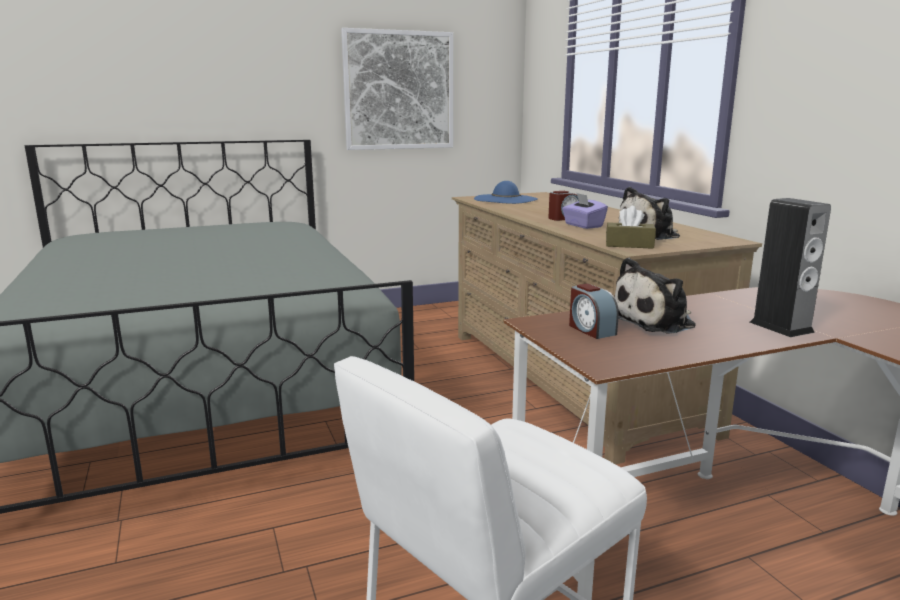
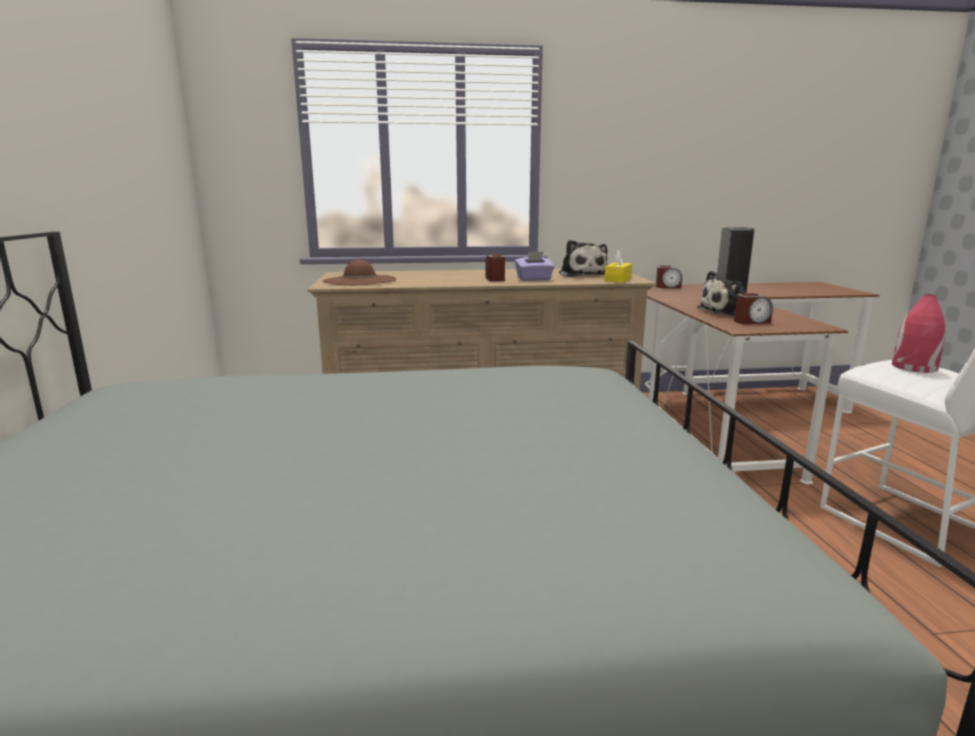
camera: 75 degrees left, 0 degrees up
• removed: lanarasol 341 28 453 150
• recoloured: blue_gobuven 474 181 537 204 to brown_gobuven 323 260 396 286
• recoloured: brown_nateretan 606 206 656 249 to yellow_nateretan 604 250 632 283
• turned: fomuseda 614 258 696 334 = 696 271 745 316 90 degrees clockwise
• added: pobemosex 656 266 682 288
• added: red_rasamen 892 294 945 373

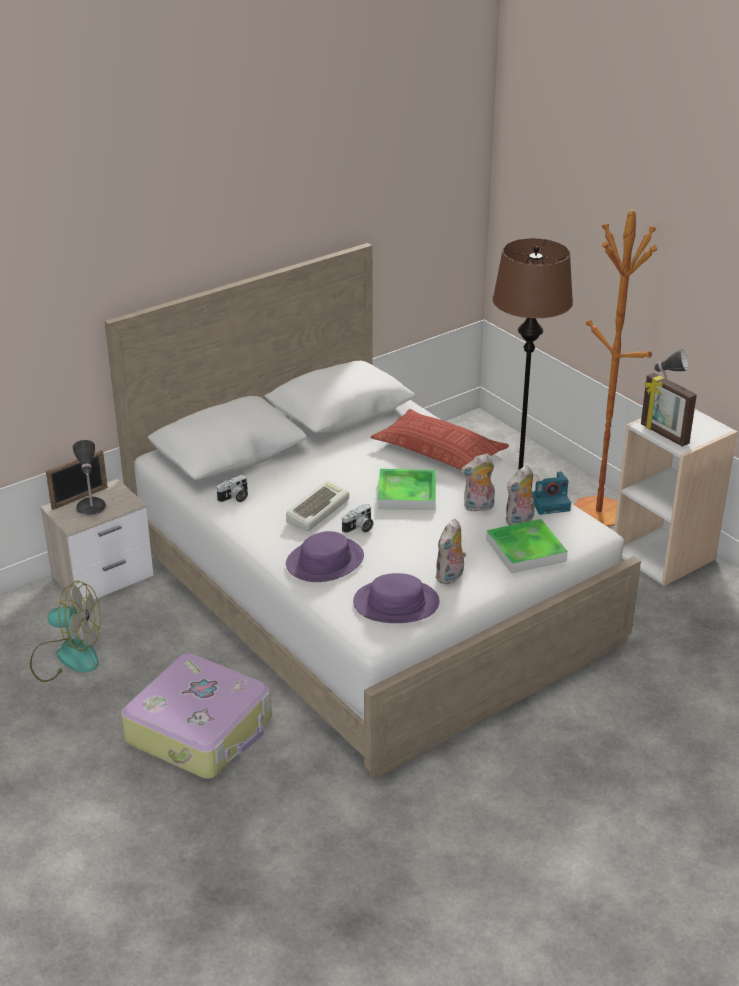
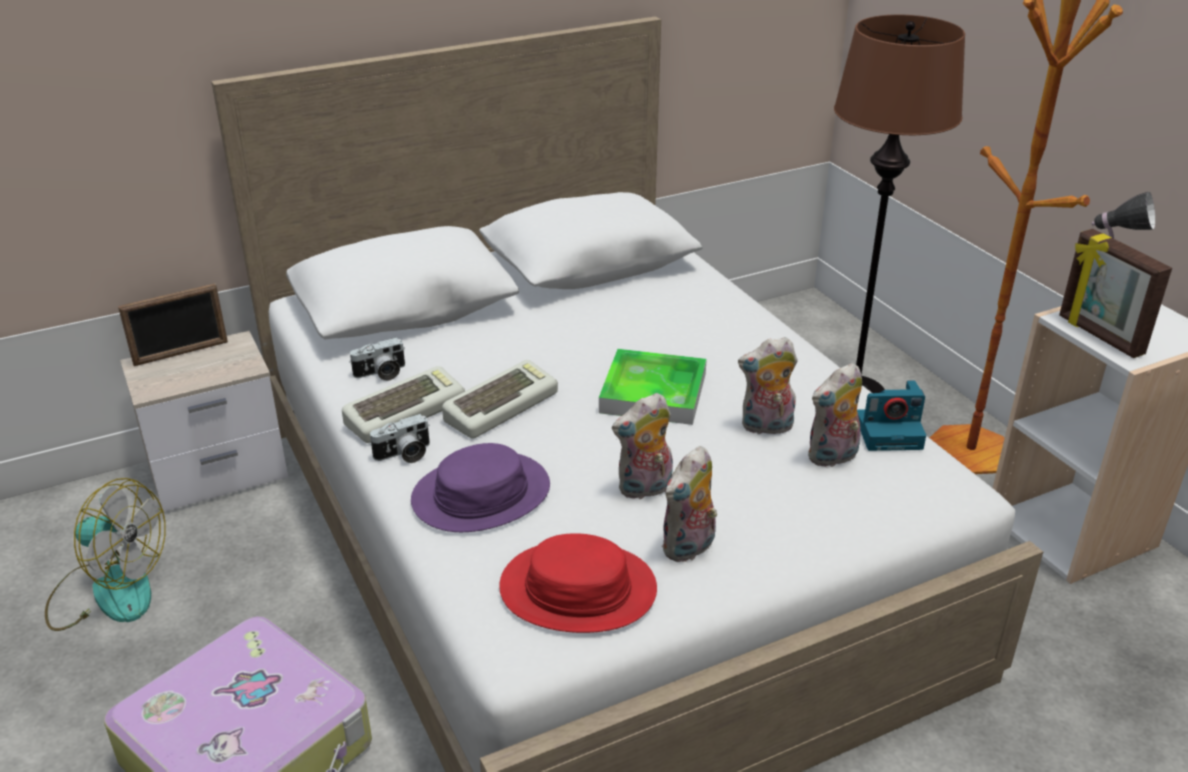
camera: 10 degrees right, 0 degrees up
• removed: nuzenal 73 440 107 517
• moved: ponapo 342 504 374 533 to 369 414 430 463
• recoloured: purple_gobuven 353 573 440 623 to red_gobuven 499 533 657 633
• removed: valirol 371 409 509 470
• removed: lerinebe 486 519 568 573
• added: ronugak 342 366 465 443
• added: fomuseda 612 393 673 499

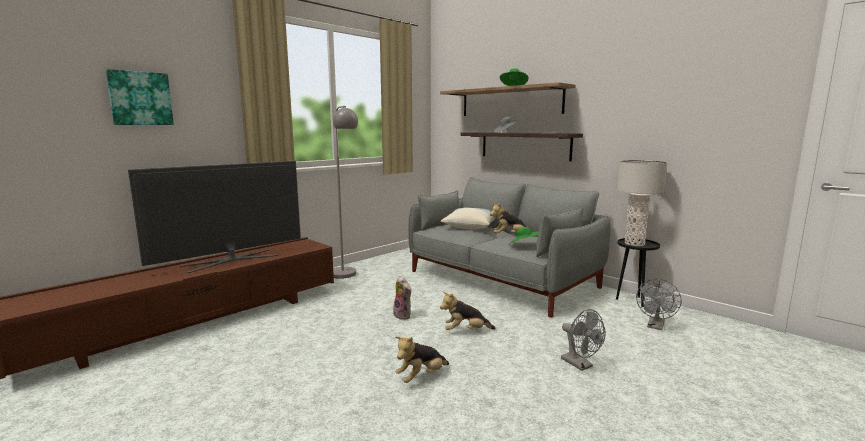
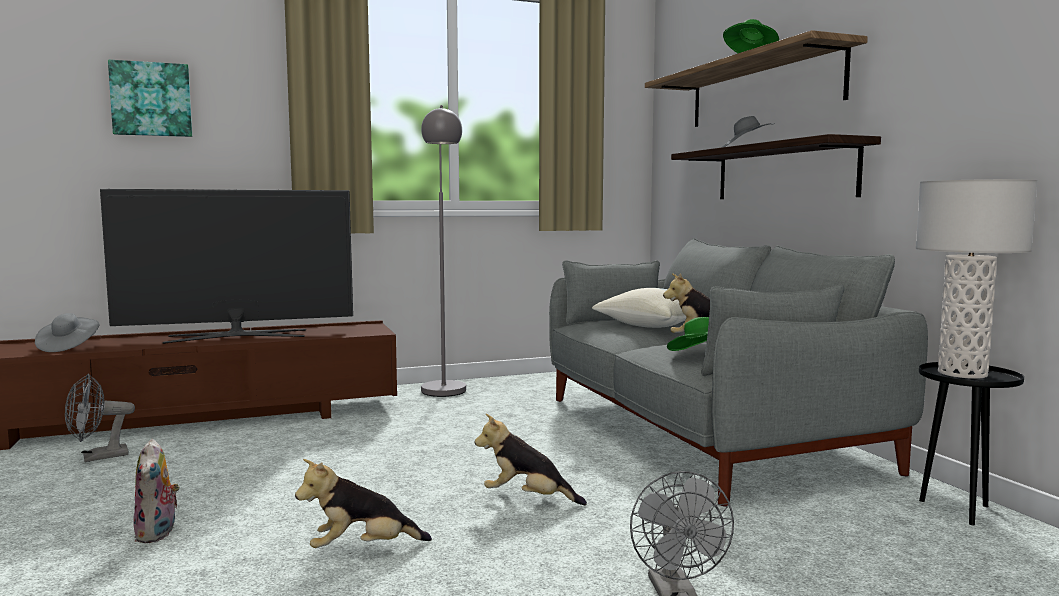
camera: 25 degrees right, 5 degrees down
• moved: fomuseda 393 276 411 320 to 133 439 180 543
• moved: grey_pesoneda 636 279 681 330 to 65 374 135 462
• added: grey_gobuven 35 313 100 352

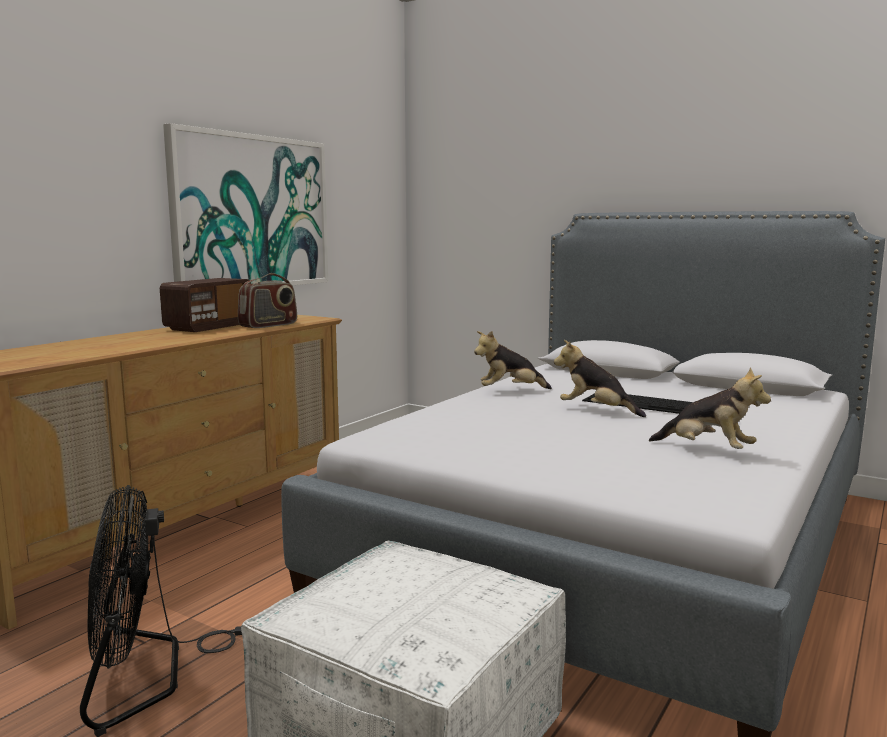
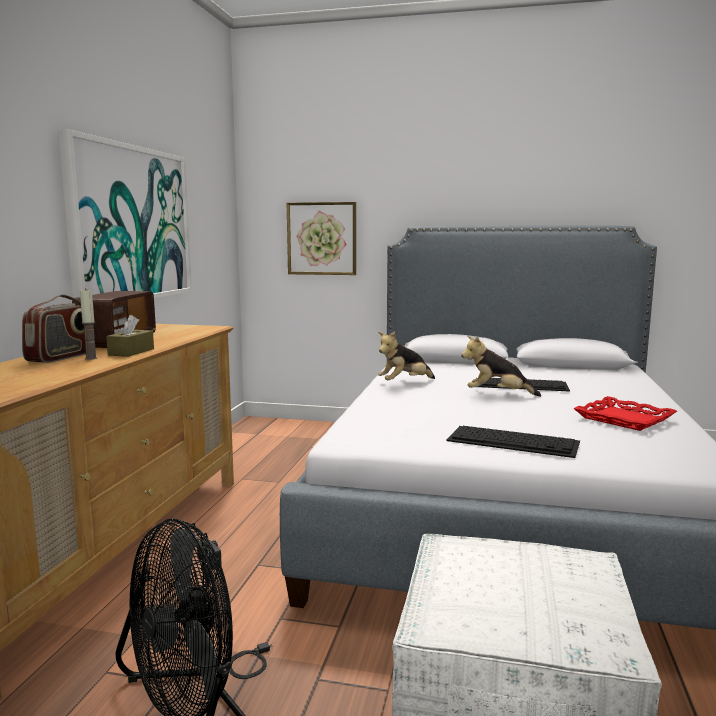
camera: 20 degrees left, 0 degrees up
• moved: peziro 238 273 297 328 to 22 294 86 363
• replaced: fomuseda 649 367 771 449 to red_lerinebe 573 396 677 431
• added: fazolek 80 288 98 360
• added: brown_nateretan 106 315 154 357
• added: lanarasol 287 202 356 275
• added: ronugak 446 426 580 458

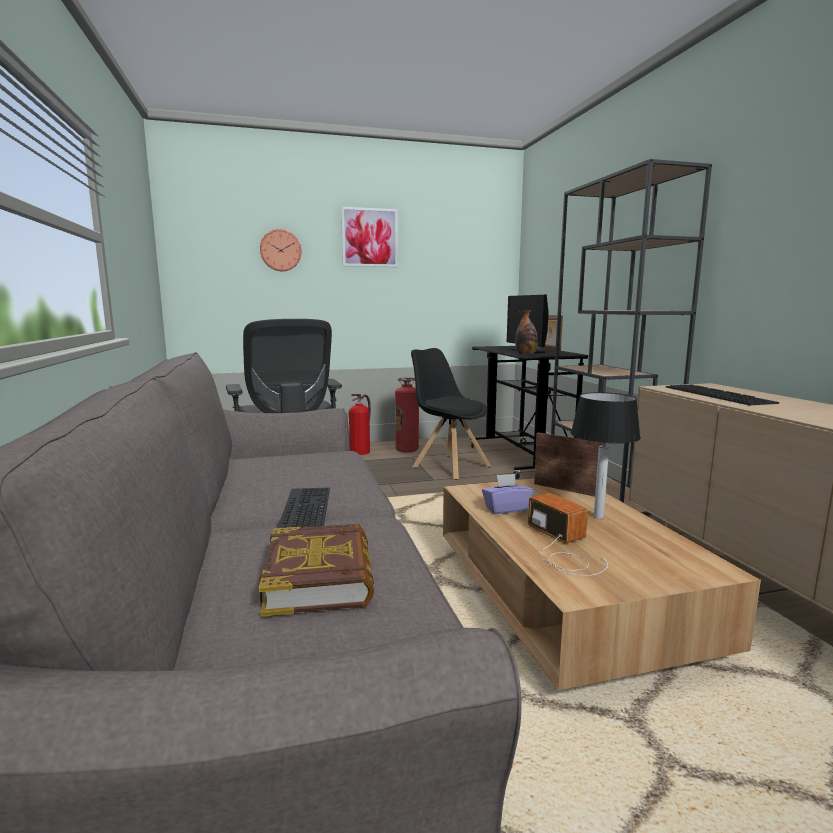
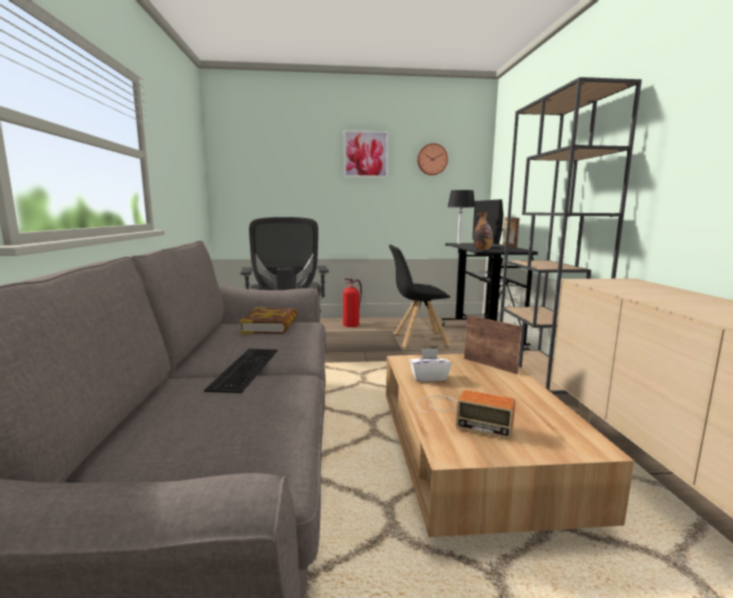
camera: 10 degrees right, 0 degrees up
• moved: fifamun 259 524 374 616 to 239 307 298 334
• moved: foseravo 260 229 301 271 to 417 143 448 175
• removed: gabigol 395 378 419 453
• turned: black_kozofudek 411 348 492 479 = 389 245 451 348 60 degrees counterclockwise
• recoloured: purple_nateretan 482 474 534 514 to white_nateretan 409 348 451 381
• turned: peziro 528 493 608 576 = 417 390 515 439 135 degrees clockwise
• moved: nuzenal 571 392 641 519 to 448 190 475 244
• removed: ronugak 666 384 779 405

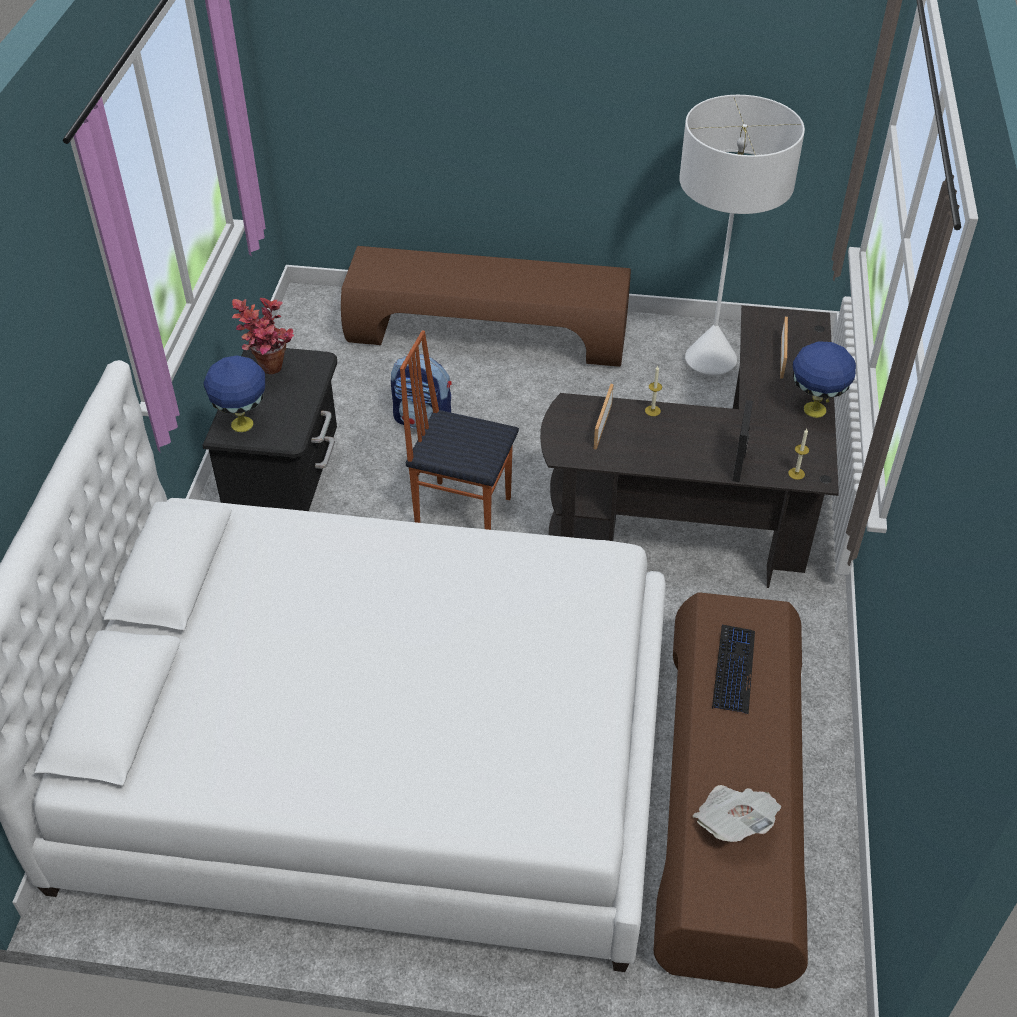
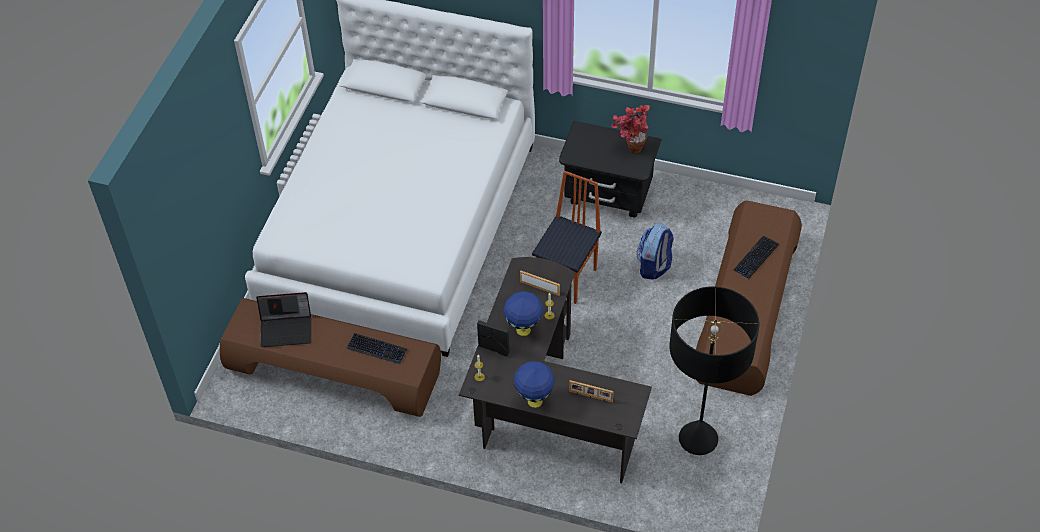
camera: 100 degrees right, 5 degrees up
• moved: blue_nuzenal 204 356 265 432 to 504 291 543 336
• recoloured: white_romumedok 679 95 805 377 to black_romumedok 669 286 759 455
• replaced: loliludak 693 785 781 842 to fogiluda 256 292 311 347
• added: ronugak 734 236 779 278

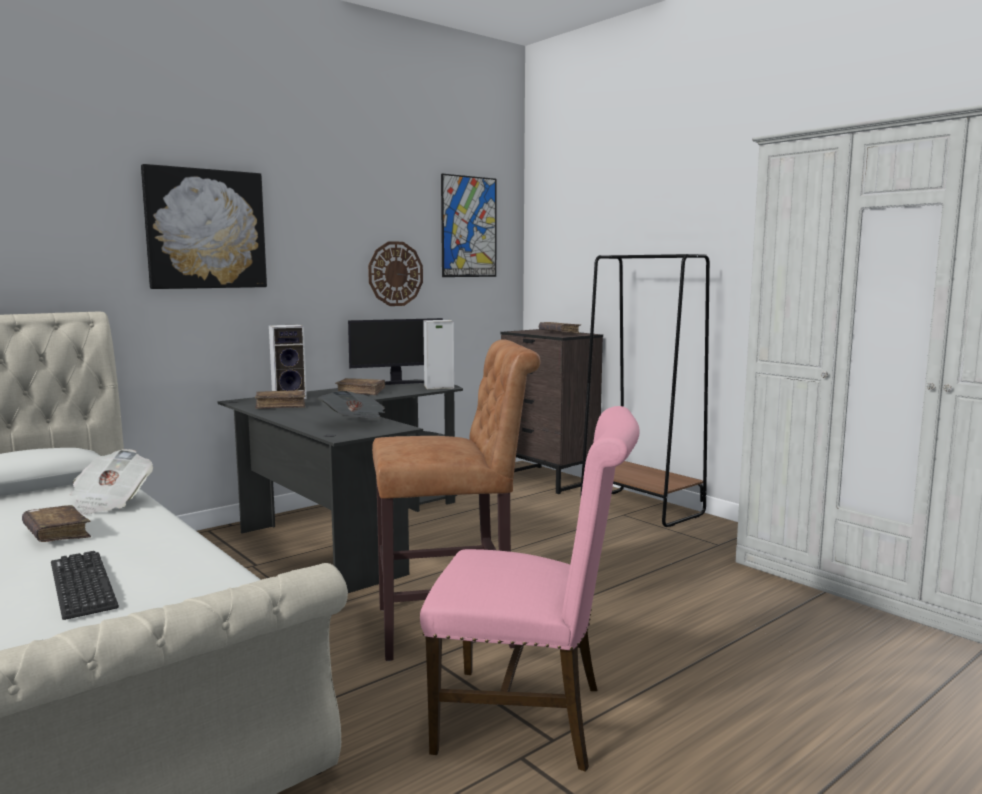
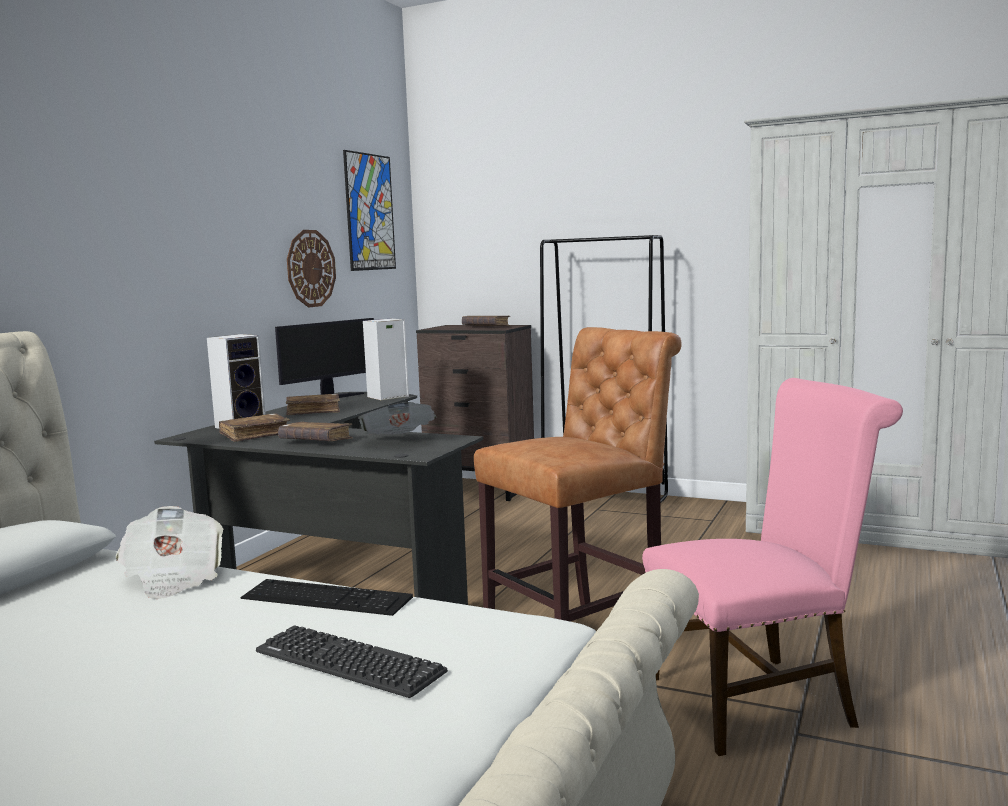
camera: 25 degrees left, 0 degrees up
• moved: brown_fifamun 22 505 91 542 to 278 422 353 441
• removed: lanarasol 141 164 267 289
• added: ronugak 240 579 413 616

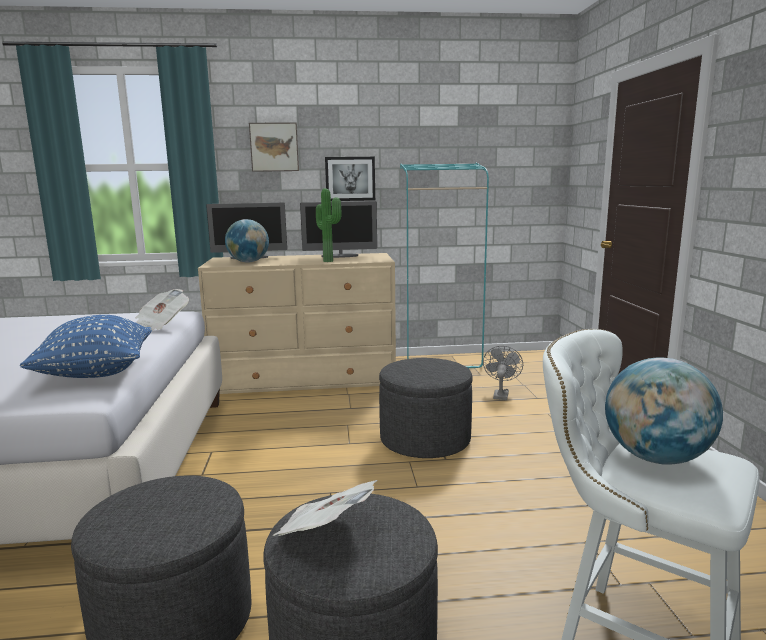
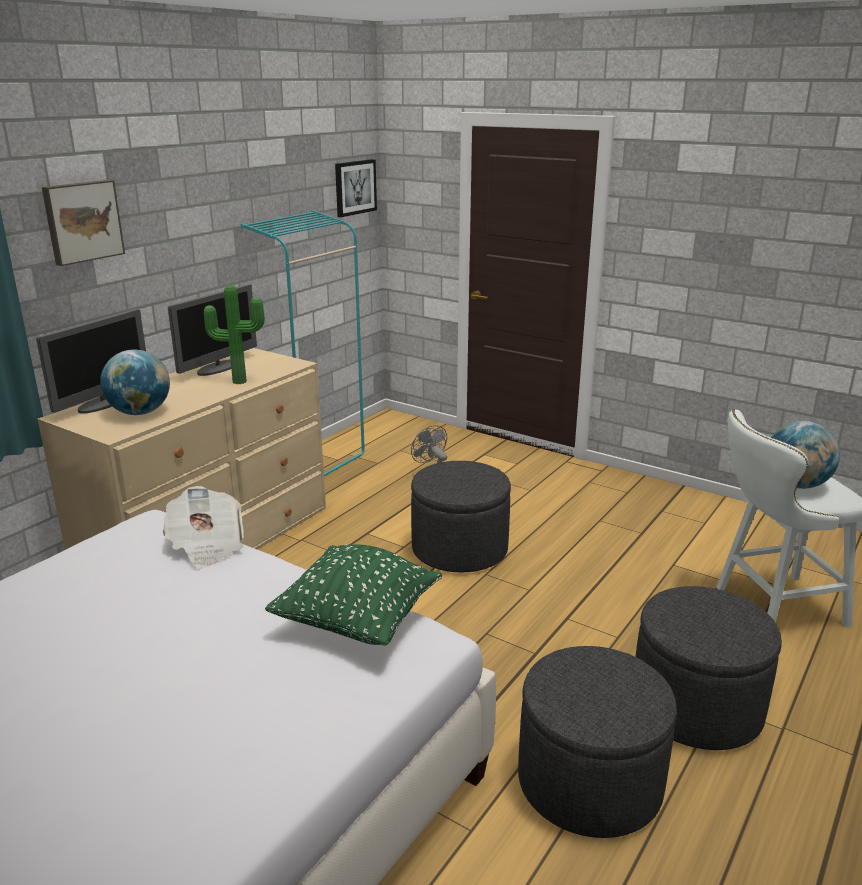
camera: 50 degrees left, 10 degrees up
• recoloured: blue_valirol 20 315 152 378 to green_valirol 265 544 442 646
• removed: loliludak 273 480 378 536
• moved: lanarasol 325 157 375 201 to 335 159 377 217

